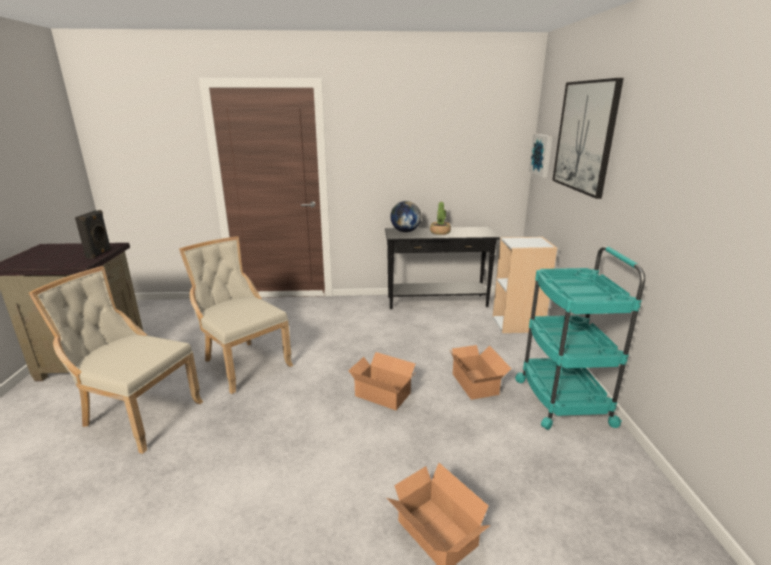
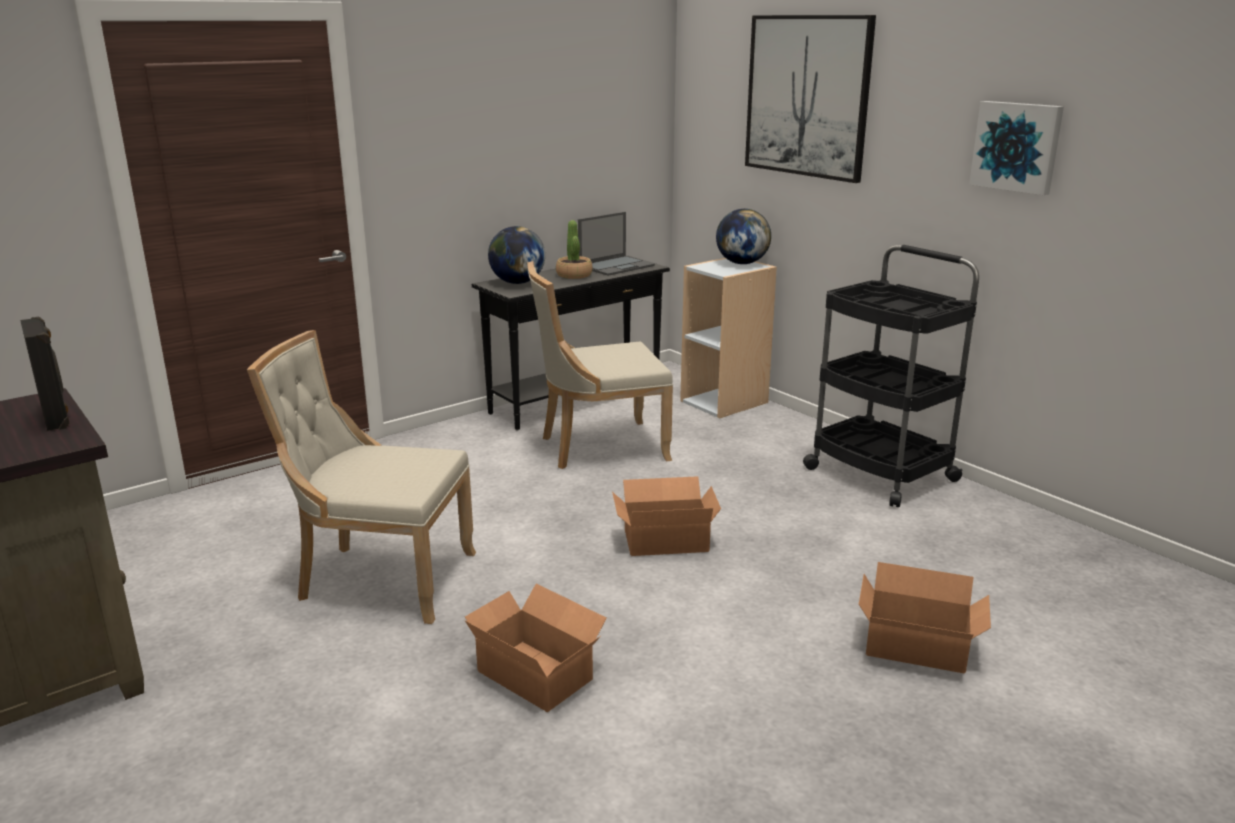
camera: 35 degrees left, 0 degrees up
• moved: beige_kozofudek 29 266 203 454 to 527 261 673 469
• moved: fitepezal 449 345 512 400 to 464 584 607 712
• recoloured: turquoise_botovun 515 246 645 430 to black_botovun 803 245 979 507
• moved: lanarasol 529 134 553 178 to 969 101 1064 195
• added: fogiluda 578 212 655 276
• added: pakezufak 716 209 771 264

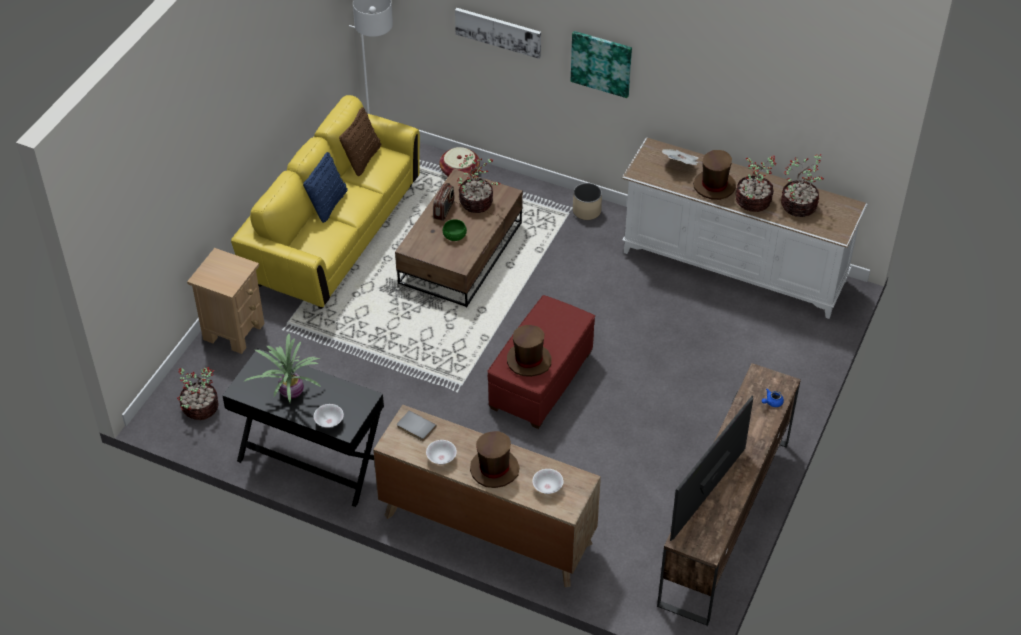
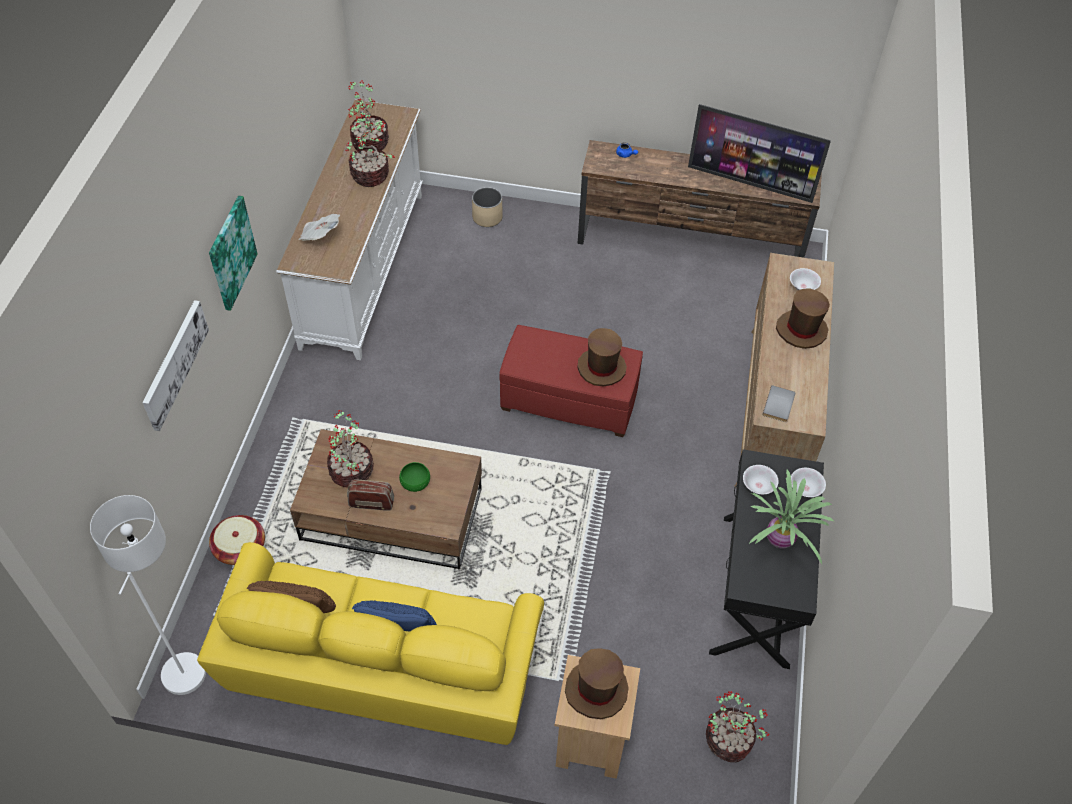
camera: 105 degrees left, 5 degrees up
• moved: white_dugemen 426 440 457 465 to 743 465 779 494
• moved: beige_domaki 573 183 602 220 to 472 187 503 227
• moved: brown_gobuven 693 150 736 200 to 565 648 629 719

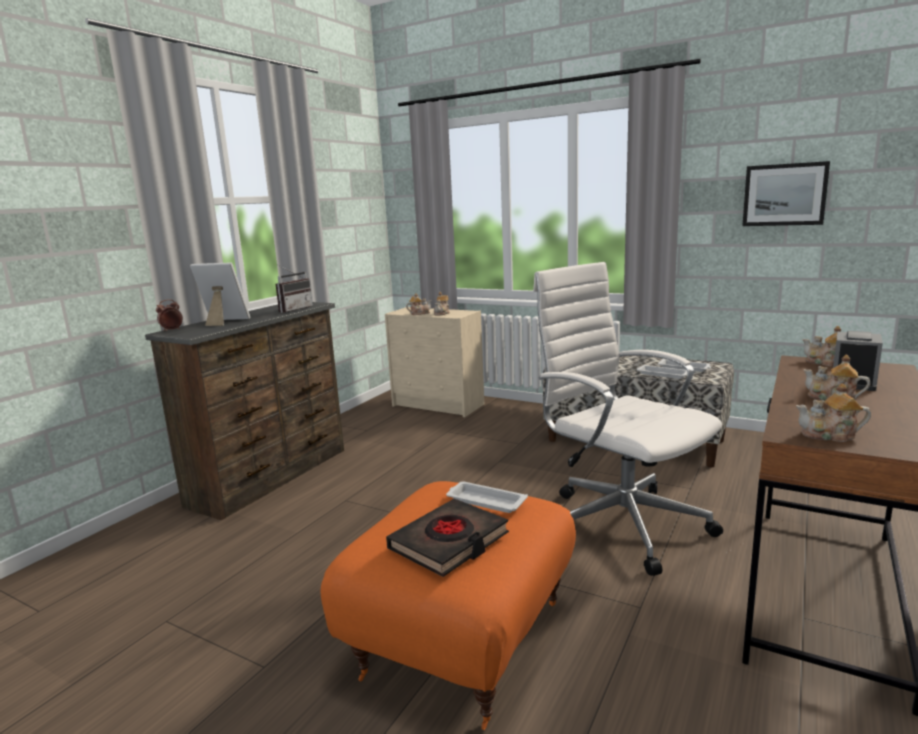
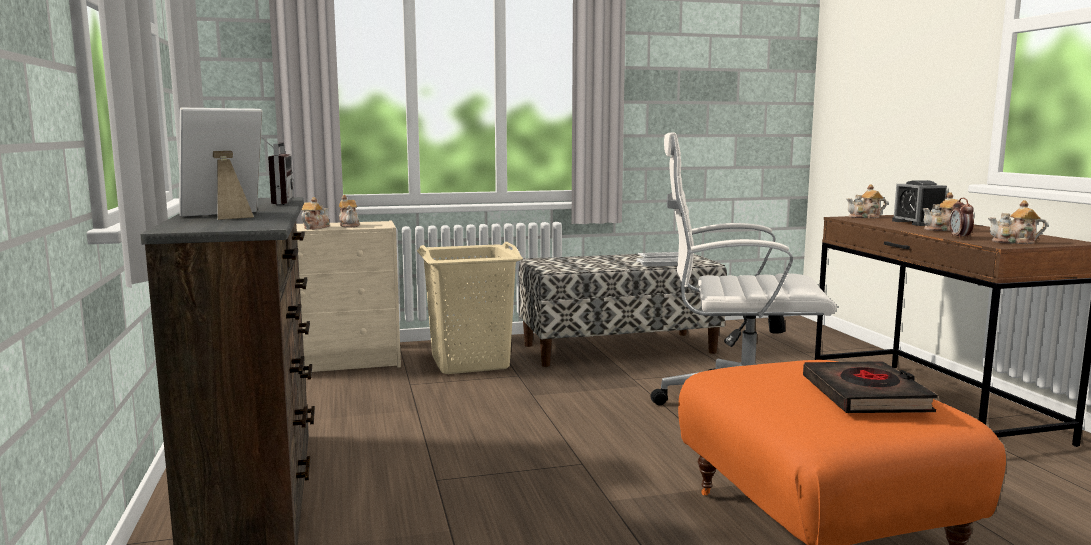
camera: 45 degrees left, 5 degrees down
• moved: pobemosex 156 299 183 331 to 949 198 974 239
• removed: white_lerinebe 446 481 528 513
• removed: lanarasol 742 161 830 226
• turned: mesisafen 796 383 871 442 = 988 200 1047 244 45 degrees clockwise
• added: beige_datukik 417 242 523 374

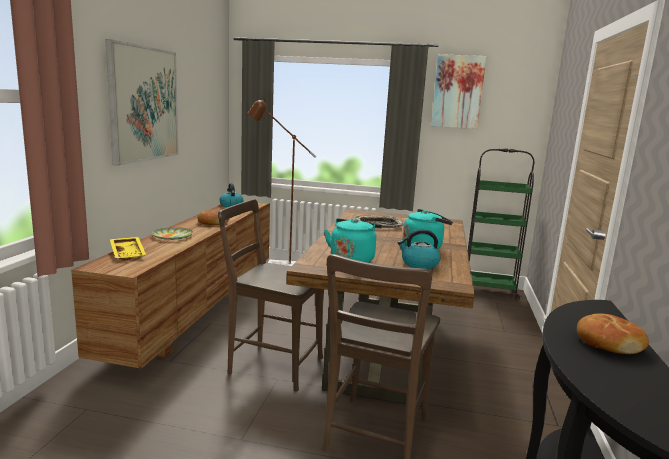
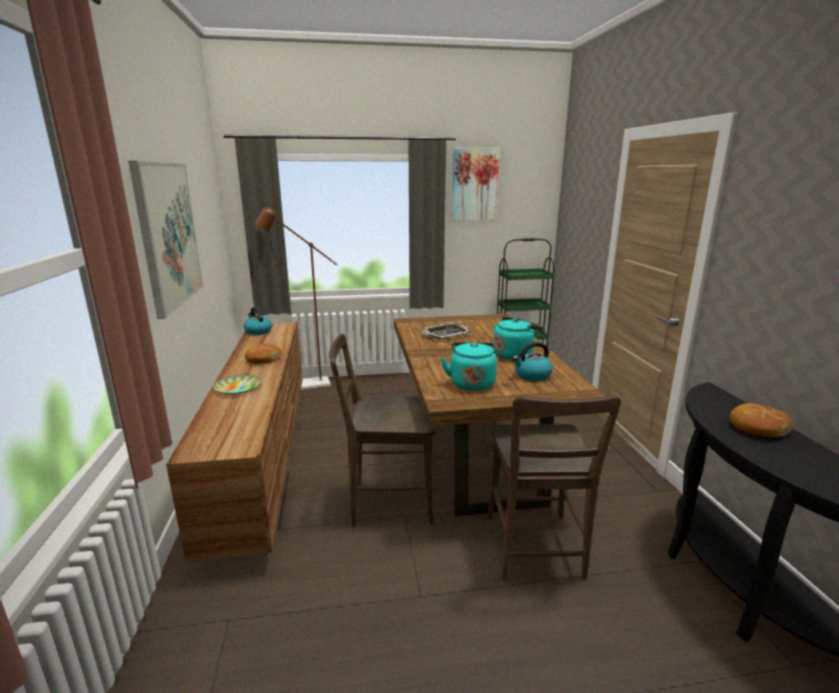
camera: 20 degrees left, 5 degrees up
• removed: yellow_lerinebe 110 237 146 260

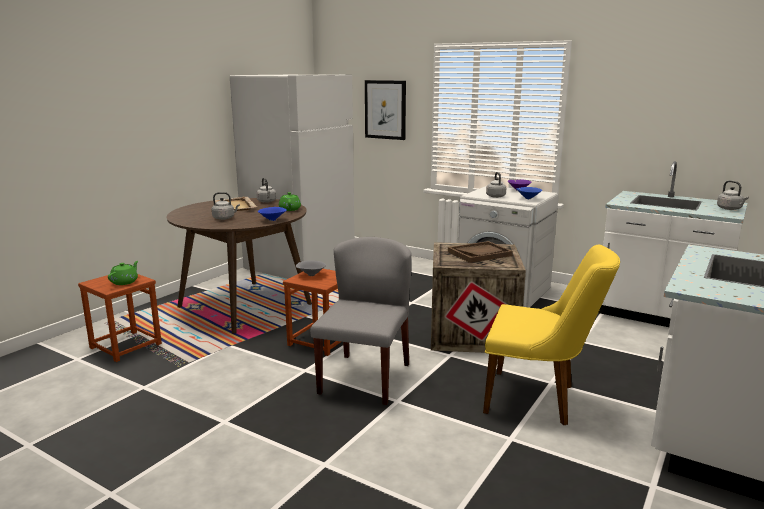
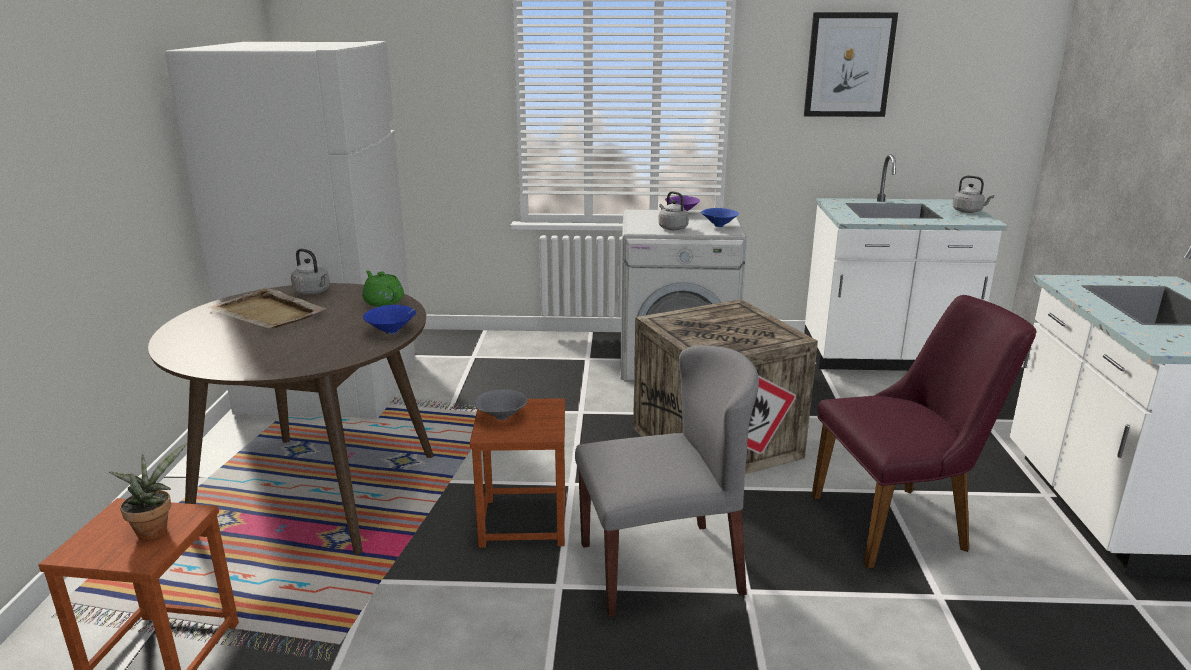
camera: 30 degrees left, 5 degrees up
• replaced: green_mesisafen 108 261 138 285 to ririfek 109 442 187 540
• removed: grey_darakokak 212 192 240 220
• turned: grey_kozofudek 310 237 412 405 = 575 345 759 617 90 degrees clockwise
• moved: lanarasol 365 80 406 140 to 804 12 898 117
• removed: brown_lerinebe 448 241 513 263
• recoloured: yellow_kozofudek 483 245 620 425 to purple_kozofudek 812 295 1036 569

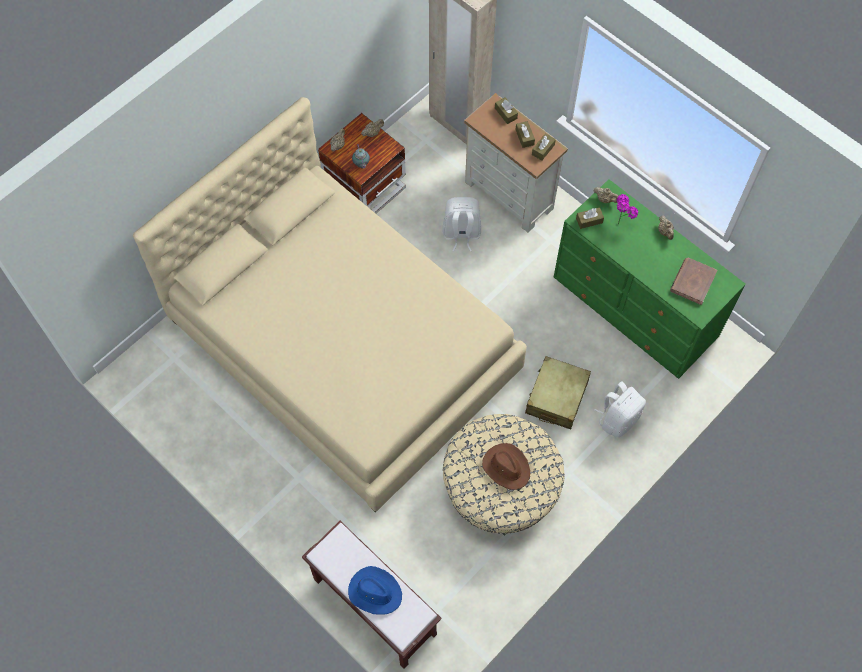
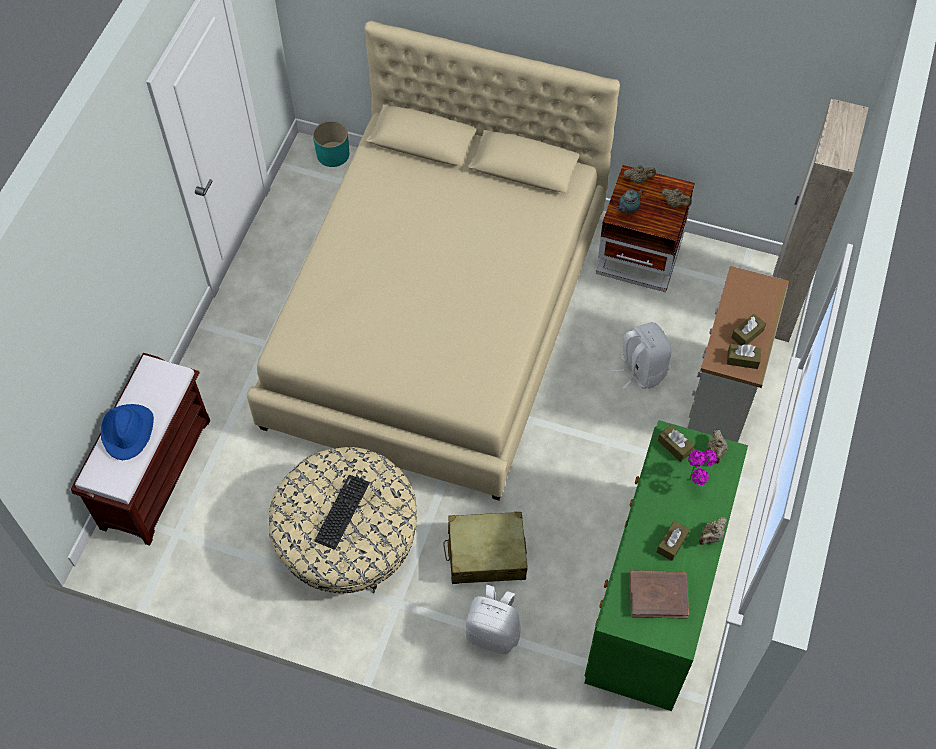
camera: 65 degrees right, 5 degrees down
• replaced: brown_gobuven 482 443 530 490 to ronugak 314 475 370 550
• moved: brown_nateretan 495 97 518 124 to 657 521 690 561
• added: turquoise_domaki 313 121 349 167

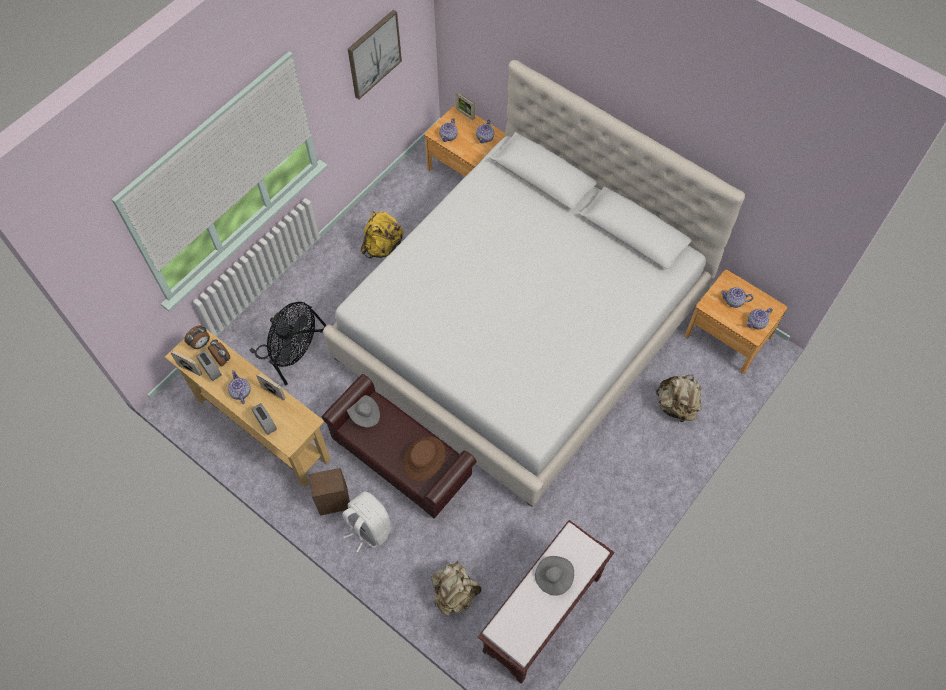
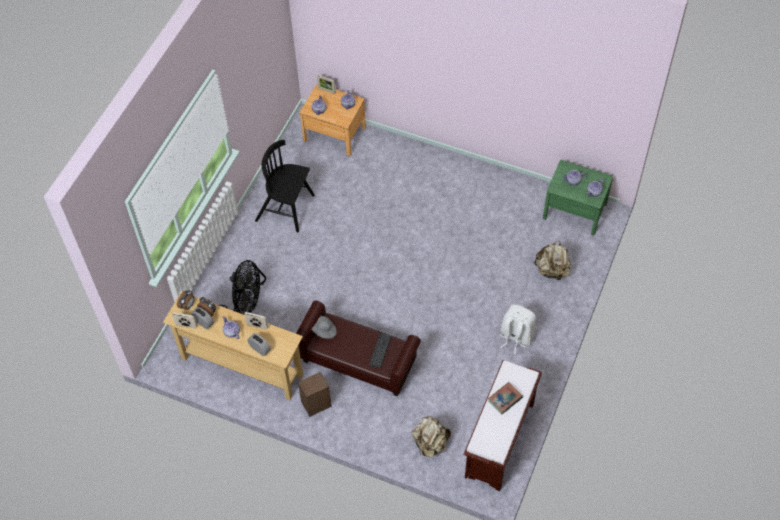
camera: 15 degrees left, 5 degrees down
• removed: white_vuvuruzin 323 60 745 507
• moved: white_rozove 342 491 392 552 to 500 304 536 354
• removed: lanarasol 348 10 402 99
• replaced: yellow_rozove 361 211 403 259 to black_kozofudek 255 140 315 232
• replaced: brown_gobuven 403 436 446 481 to ronugak 369 333 392 368
• replaced: grey_gobuven 535 556 574 596 to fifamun 488 382 523 414
• recoloured: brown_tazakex 685 270 787 374 to green_tazakex 543 160 613 235

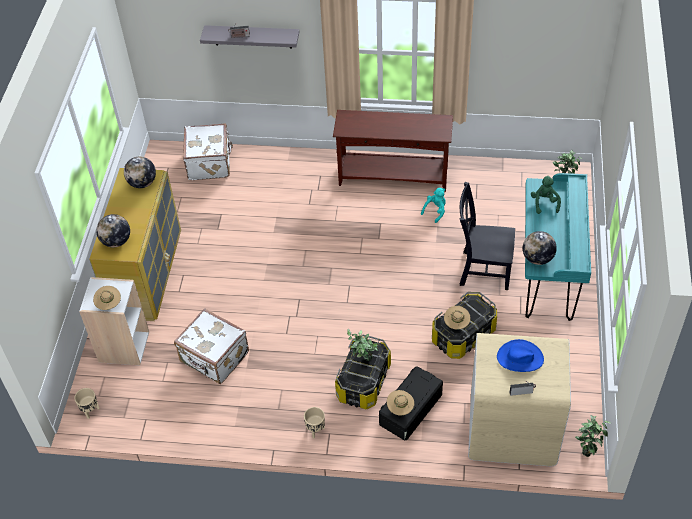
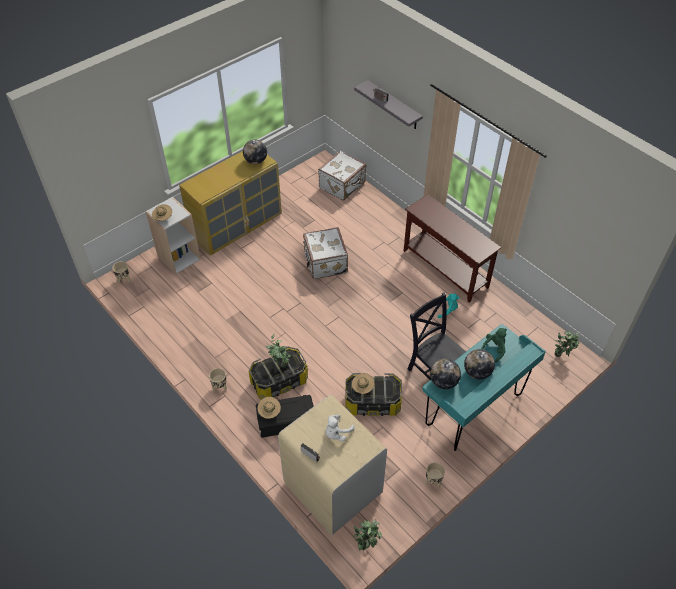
camera: 40 degrees right, 0 degrees up
• moved: pakezufak 96 214 130 248 to 464 349 495 380
• moved: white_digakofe 174 308 249 384 to 303 227 348 279
• replaced: blue_gobuven 497 339 544 372 to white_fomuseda 326 414 354 442
• added: beige_domaki 426 462 445 487

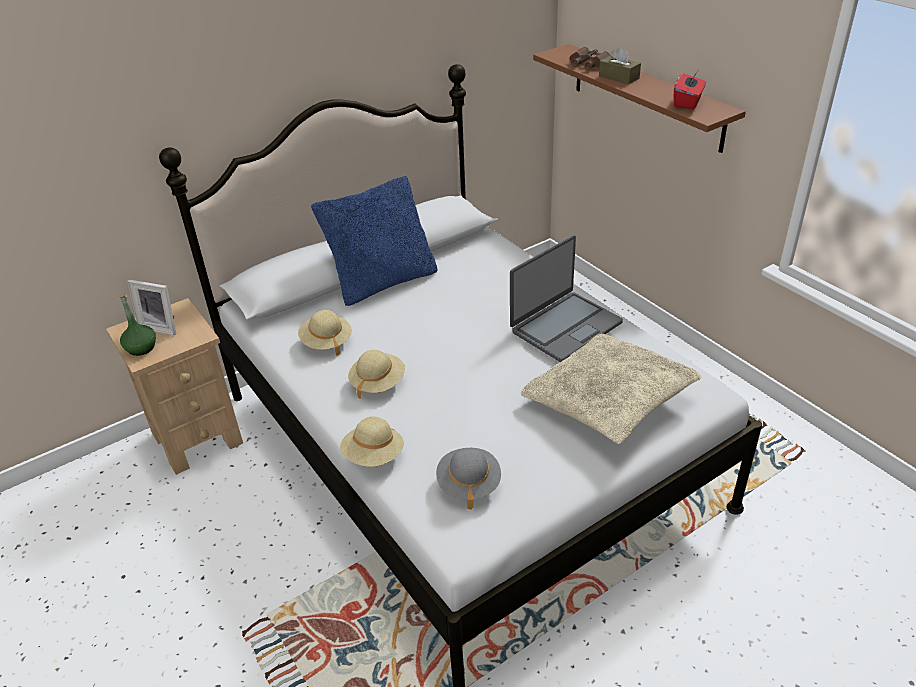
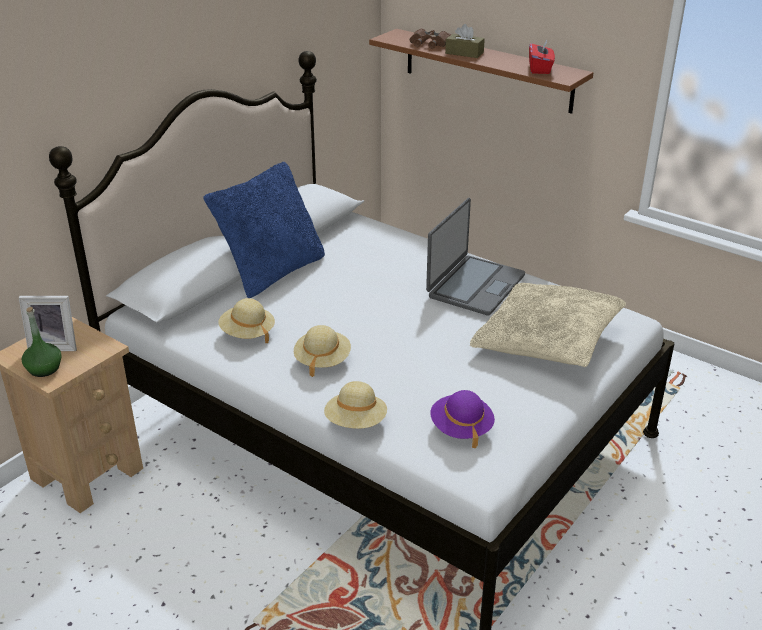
camera: 20 degrees left, 5 degrees down
• recoloured: grey_gobuven 436 448 501 510 to purple_gobuven 430 390 495 448

